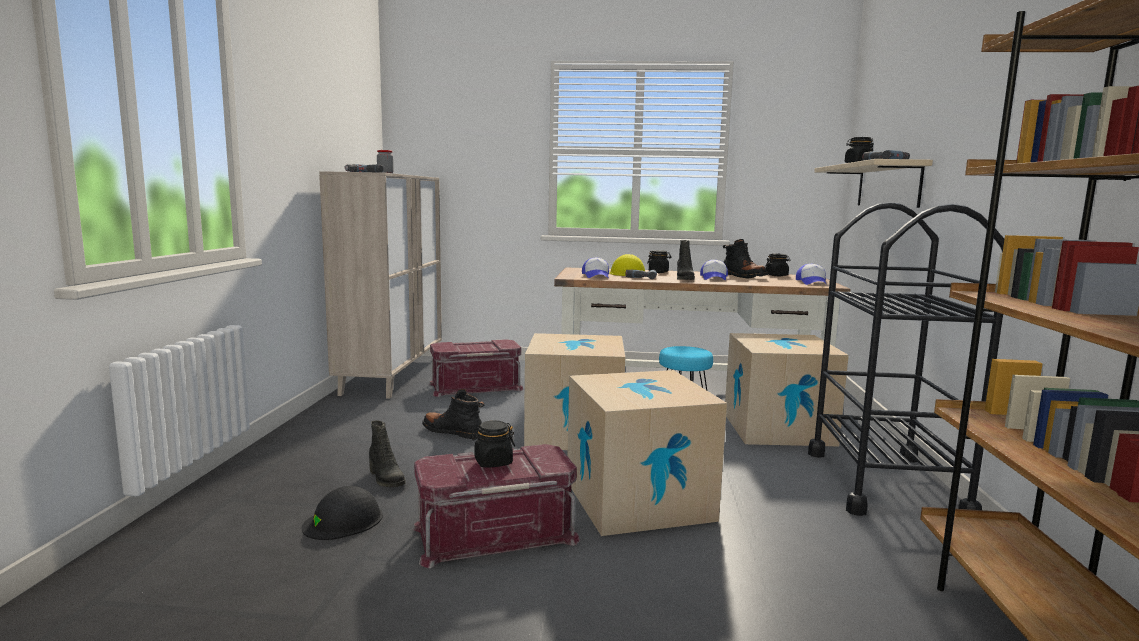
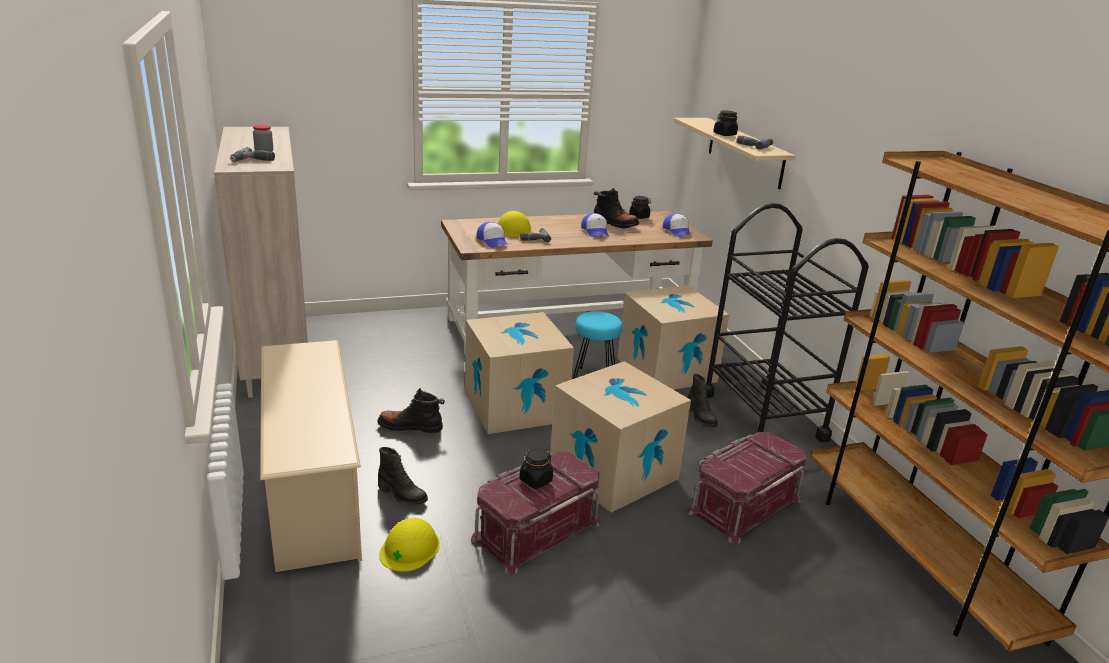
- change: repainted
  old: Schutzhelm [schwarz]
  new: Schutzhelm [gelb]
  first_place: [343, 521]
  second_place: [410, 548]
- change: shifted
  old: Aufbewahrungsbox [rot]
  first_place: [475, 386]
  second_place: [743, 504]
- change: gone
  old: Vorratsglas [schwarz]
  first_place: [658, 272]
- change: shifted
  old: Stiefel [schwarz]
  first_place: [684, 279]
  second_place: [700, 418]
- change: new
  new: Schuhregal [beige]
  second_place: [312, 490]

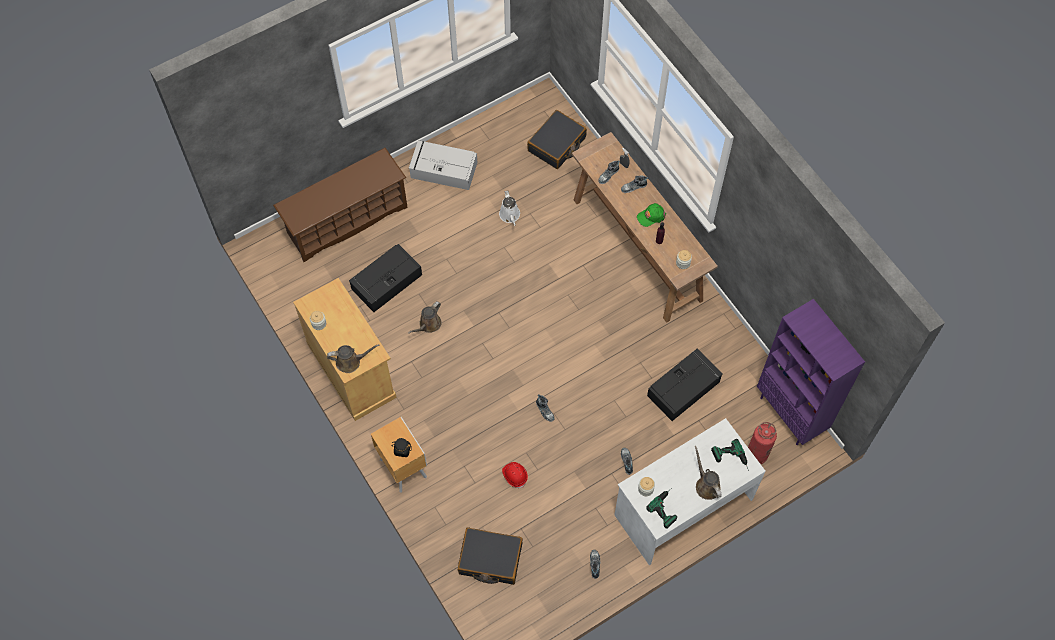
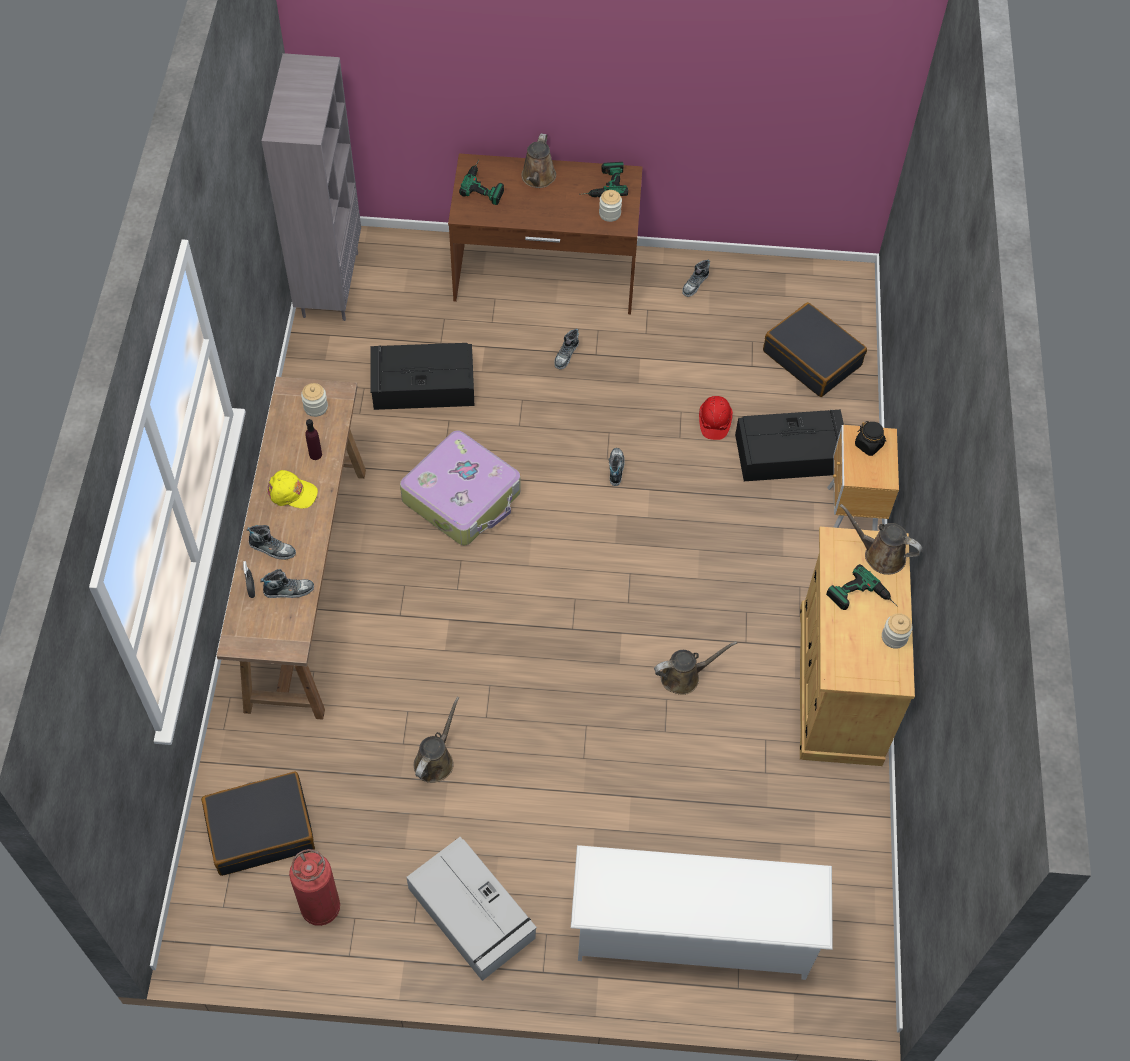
- change: repainted
  old: Schuhregal [braun]
  new: Schuhregal [weiß]
  first_place: [346, 220]
  second_place: [692, 933]
- change: shifted
  old: Aufbewahrungsbox [schwarz]
  first_place: [386, 283]
  second_place: [791, 454]
- change: repainted
  old: Gießkanne [weiß]
  new: Gießkanne [braun]
  first_place: [510, 216]
  second_place: [435, 760]
- change: repainted
  old: Schreibtisch [weiß]
  new: Schreibtisch [braun]
  first_place: [682, 506]
  second_place: [545, 276]
- change: repainted
  old: Kappe [grün]
  new: Kappe [gelb]
  first_place: [651, 216]
  second_place: [292, 493]
- change: shifted
  old: Feuerlöscher
  first_place: [756, 455]
  second_place: [320, 907]
- change: repainted
  old: Bücherregal [lila]
  new: Bücherregal [grau]
  first_place: [791, 414]
  second_place: [329, 284]
- change: new
  new: Koffer
  second_place: [463, 497]
- change: new
  new: Bohrmaschine
  second_place: [863, 599]

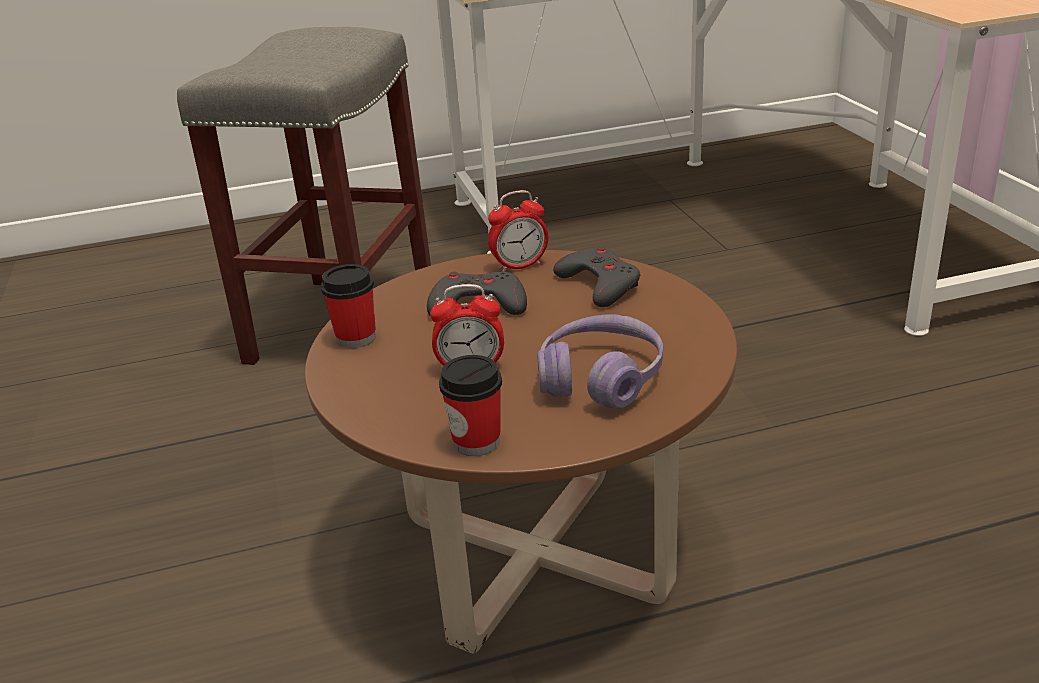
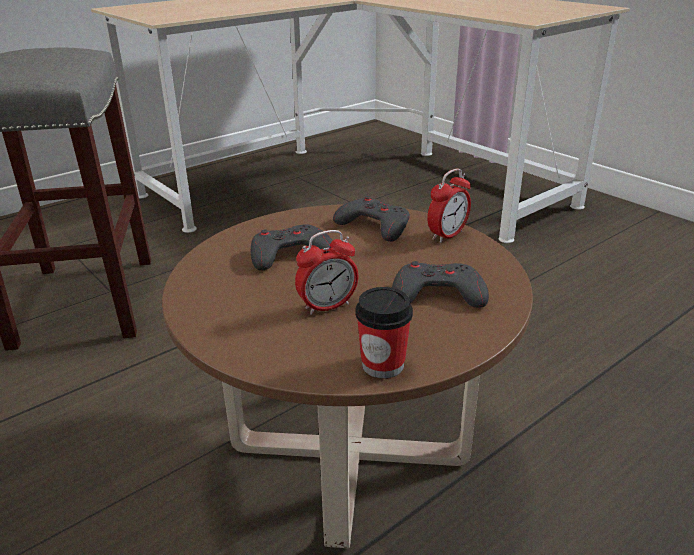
- change: gone
  old: Tasse
  first_place: [356, 338]
- change: shifted
  old: Wecker
  first_place: [520, 266]
  second_place: [447, 235]
- change: swapped
  old: Kopfhörer [lila]
  new: Gamepad [grau]
  first_place: [600, 378]
  second_place: [437, 294]

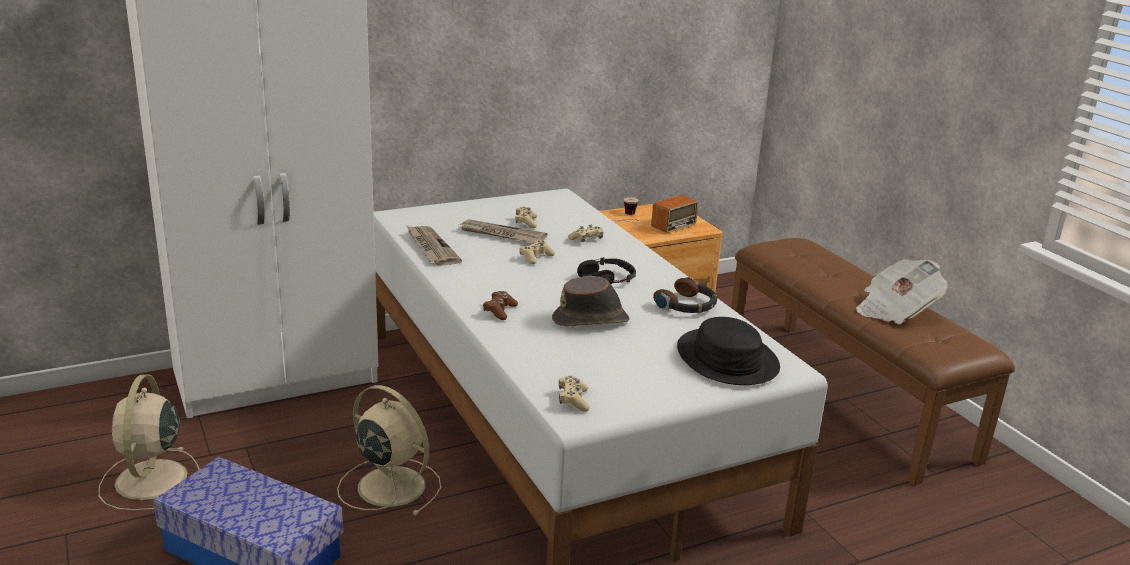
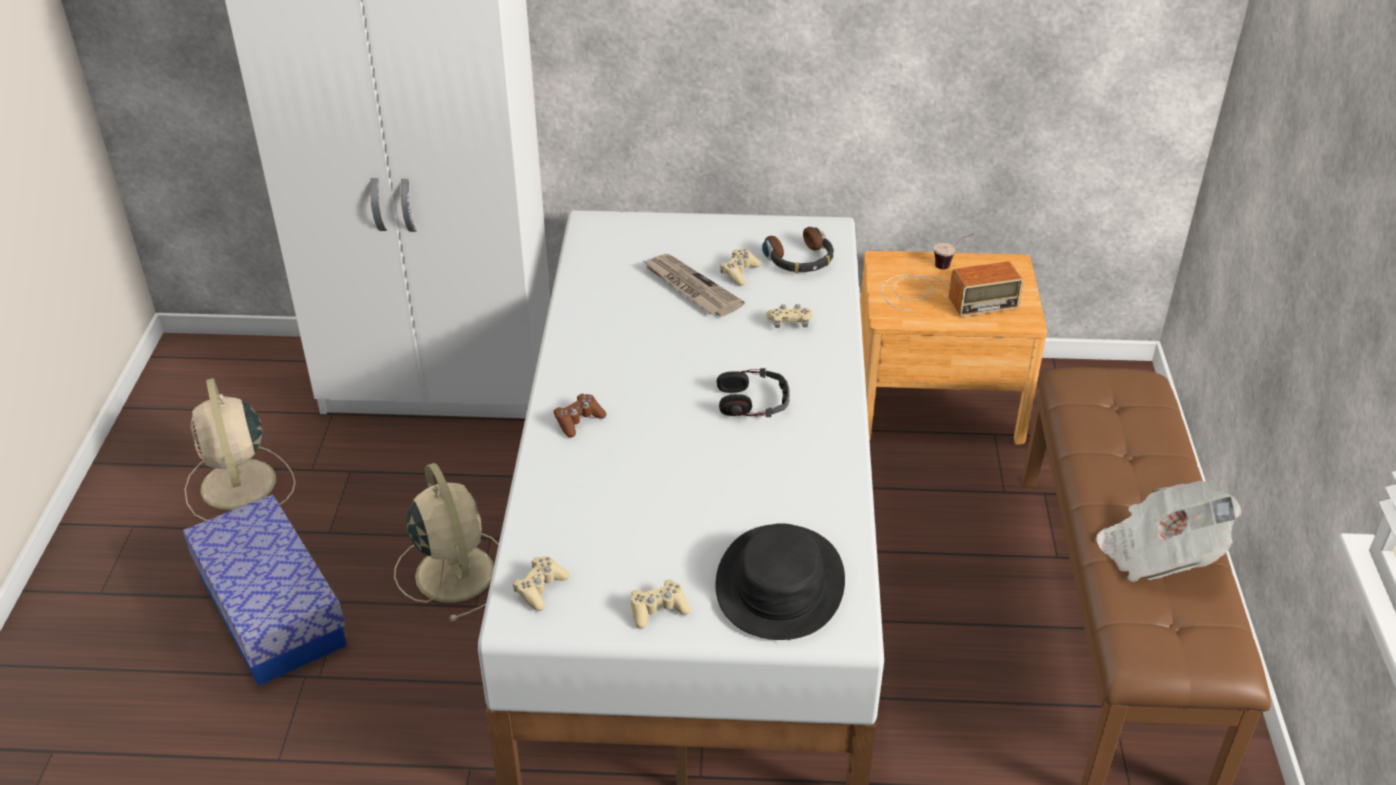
- change: rotated
  old: Ventilator [beige]
  first_place: [150, 481]
  second_place: [239, 486]
  degrees: -45
- change: gone
  old: Zeitung
  first_place: [431, 248]
- change: shifted
  old: Gamepad [beige]
  first_place: [536, 257]
  second_place: [658, 610]
- change: gone
  old: Hut [braun]
  first_place: [591, 320]
- change: shifted
  old: Kopfhörer
  first_place: [687, 305]
  second_place: [800, 260]

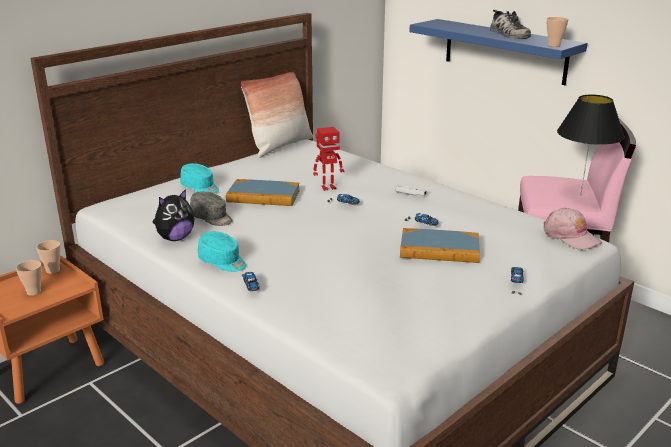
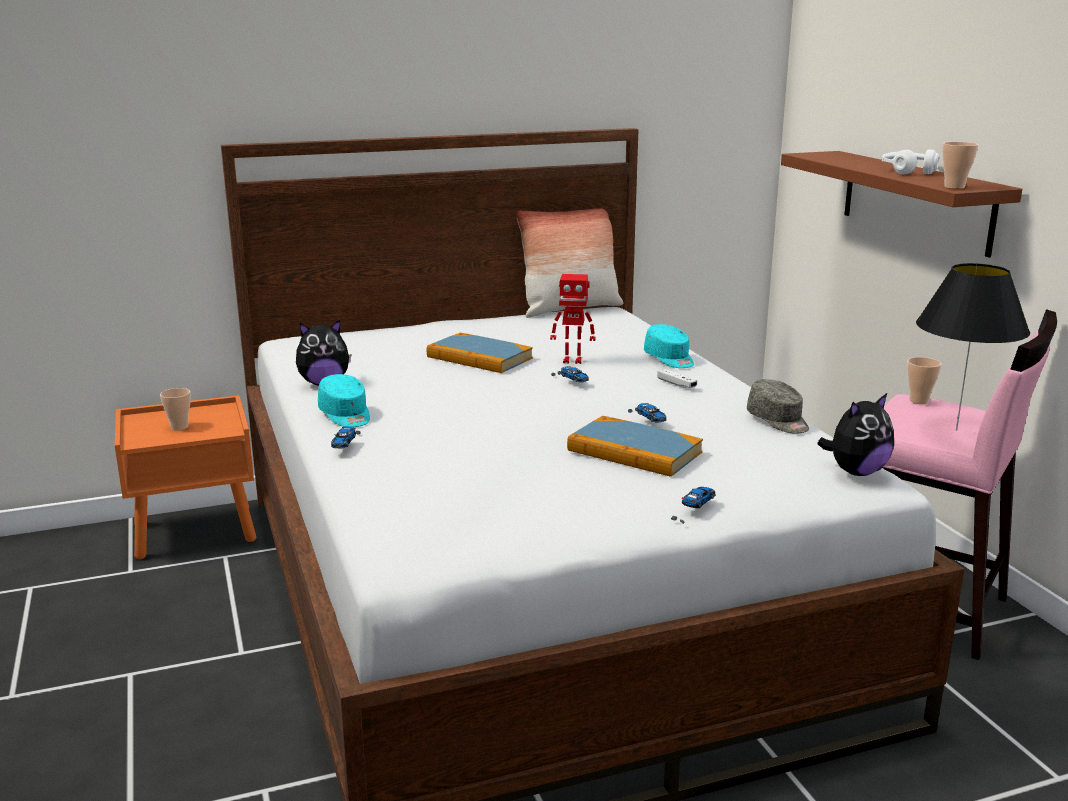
- change: shifted
  old: Tasse
  first_place: [53, 270]
  second_place: [919, 401]
- change: shifted
  old: Kappe [türkis]
  first_place: [200, 187]
  second_place: [669, 359]
- change: shifted
  old: Kappe [grau]
  first_place: [212, 218]
  second_place: [778, 421]
- change: repainted
  old: Wandregal [blau]
  new: Wandregal [braun]
  first_place: [504, 51]
  second_place: [916, 201]
- change: swapped
  old: Schuh
  new: Kopfhörer [weiß]
  first_place: [507, 34]
  second_place: [908, 171]
- change: swapped
  old: Kappe [rosa]
  new: Plüschtier
  first_place: [570, 236]
  second_place: [856, 472]

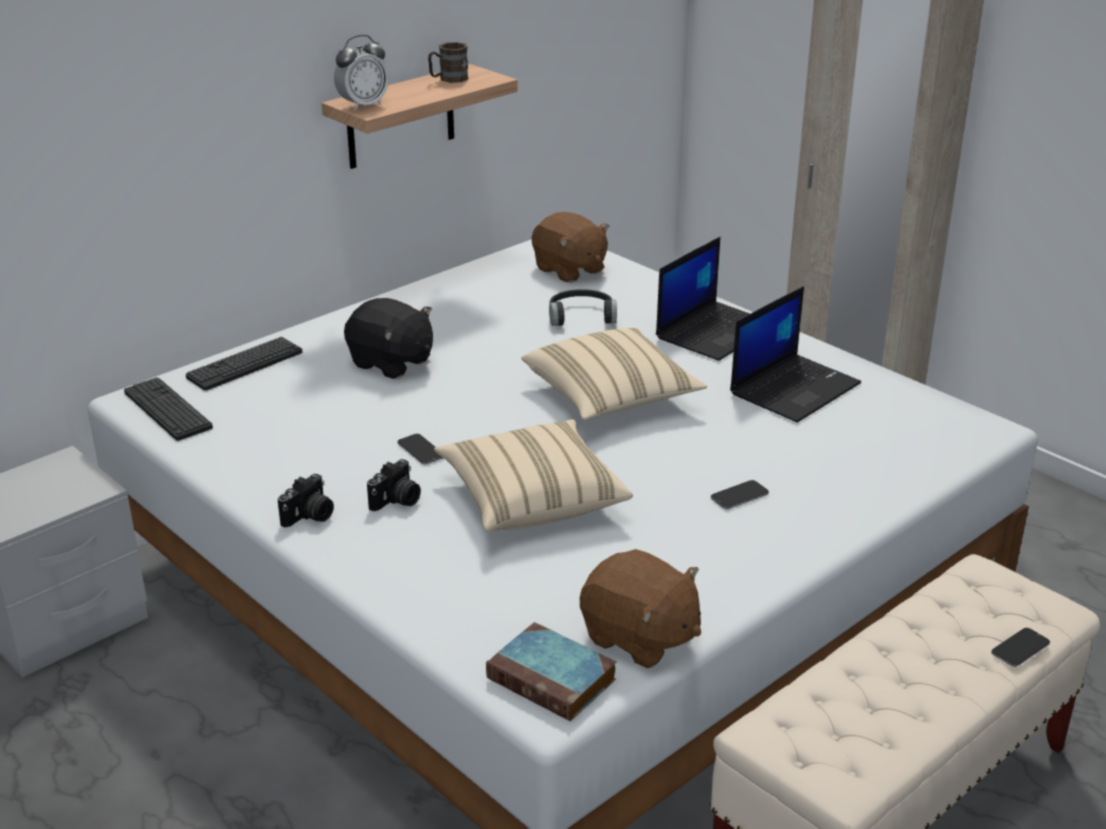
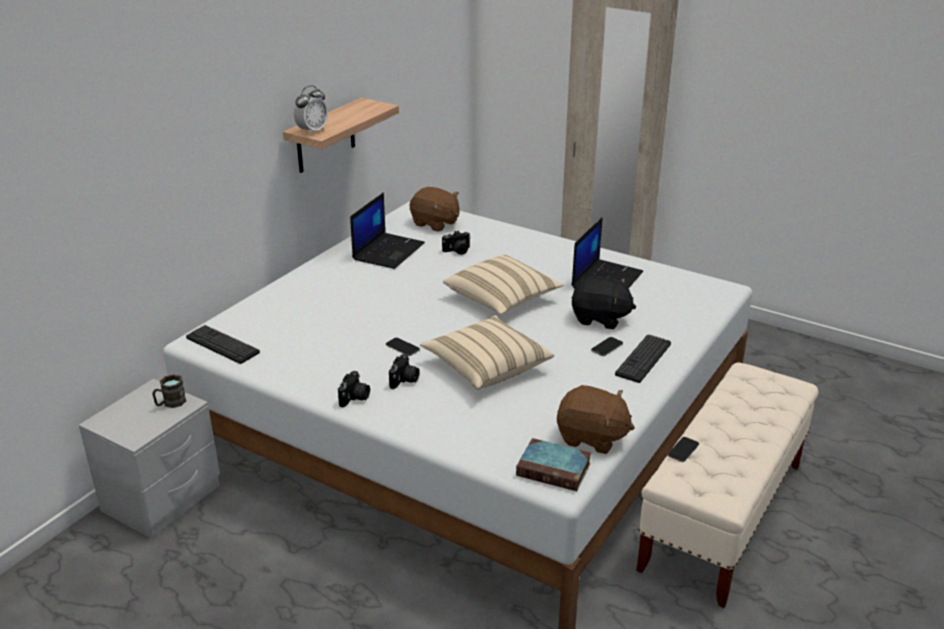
- change: shifted
  old: Tastatur
  first_place: [245, 365]
  second_place: [643, 359]
- change: shifted
  old: Plüschtier [schwarz]
  first_place: [391, 363]
  second_place: [600, 318]
- change: shifted
  old: Henkelbecher [braun]
  first_place: [448, 79]
  second_place: [170, 403]
- change: swapped
  old: Kopfhörer [schwarz]
  new: Kamera
  first_place: [581, 315]
  second_place: [457, 251]
- change: shifted
  old: Laptop
  first_place: [715, 331]
  second_place: [388, 251]
- change: shifted
  old: Handy
  first_place: [1020, 648]
  second_place: [683, 450]

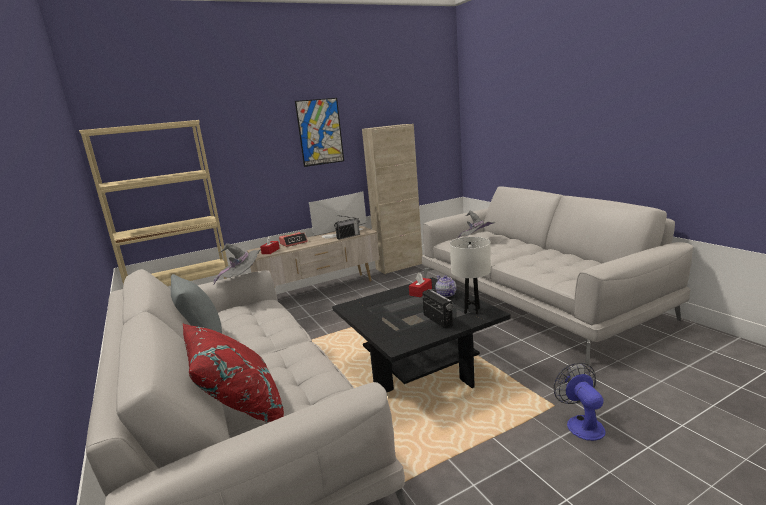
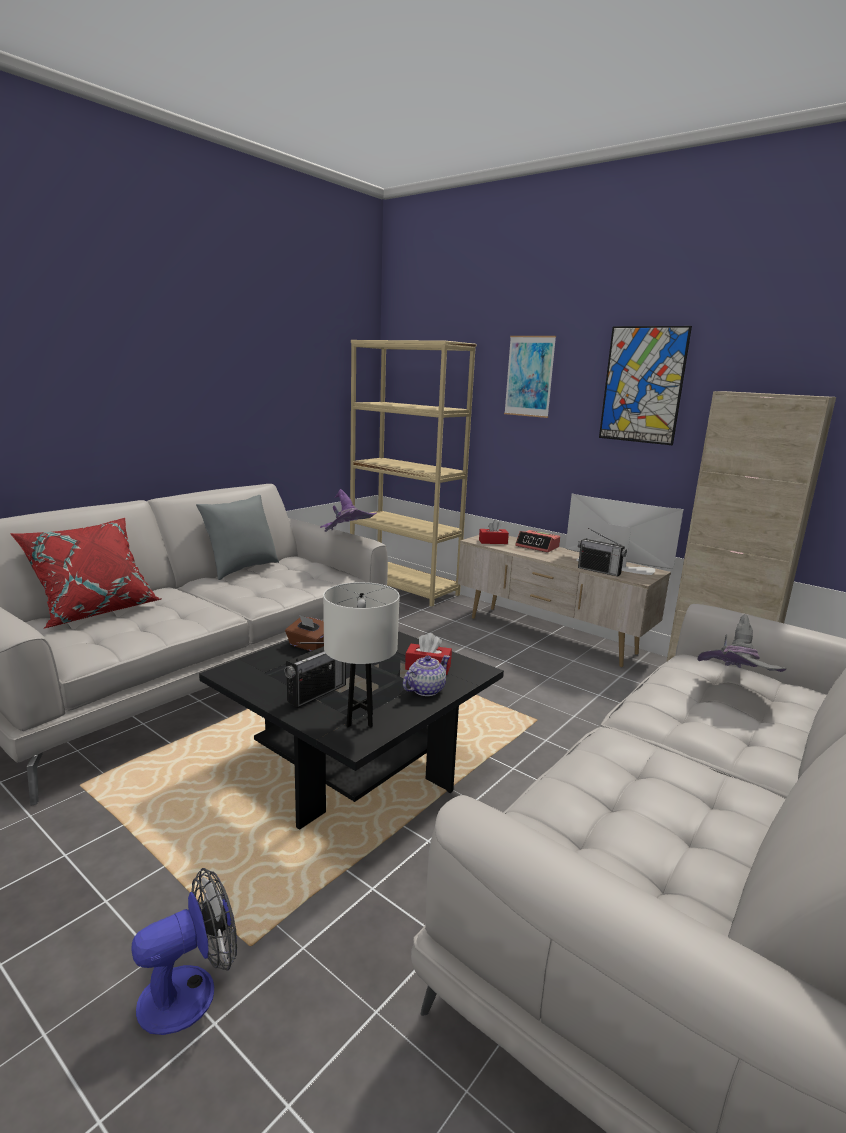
- change: repainted
  old: Hut [grau]
  new: Hut [lila]
  first_place: [243, 278]
  second_place: [347, 538]
- change: new
  new: Taschentuchbox [braun]
  second_place: [309, 646]
- change: new
  new: Bild
  second_place: [529, 376]

